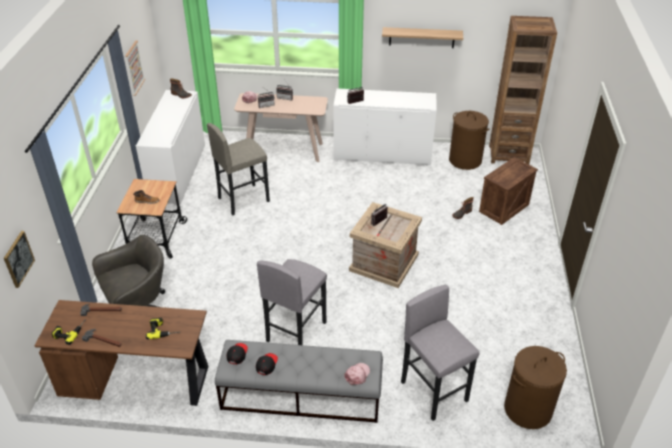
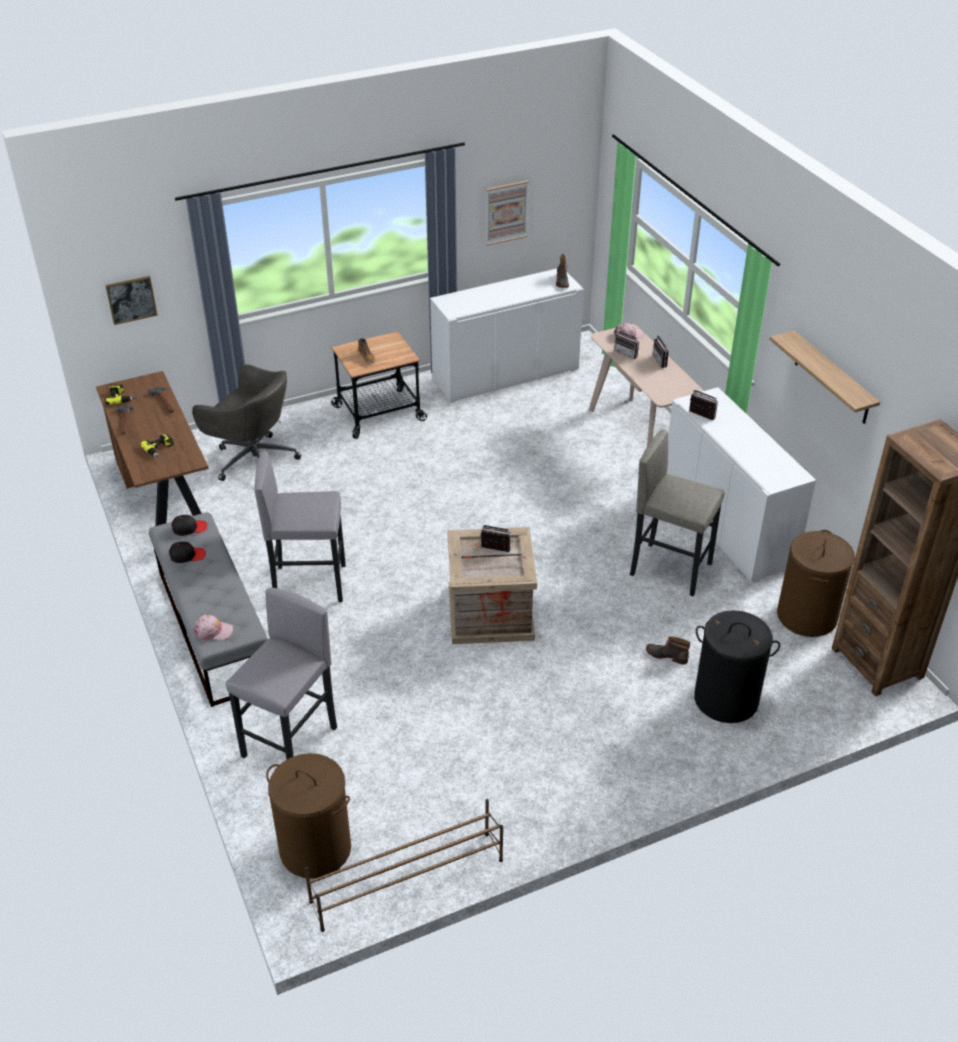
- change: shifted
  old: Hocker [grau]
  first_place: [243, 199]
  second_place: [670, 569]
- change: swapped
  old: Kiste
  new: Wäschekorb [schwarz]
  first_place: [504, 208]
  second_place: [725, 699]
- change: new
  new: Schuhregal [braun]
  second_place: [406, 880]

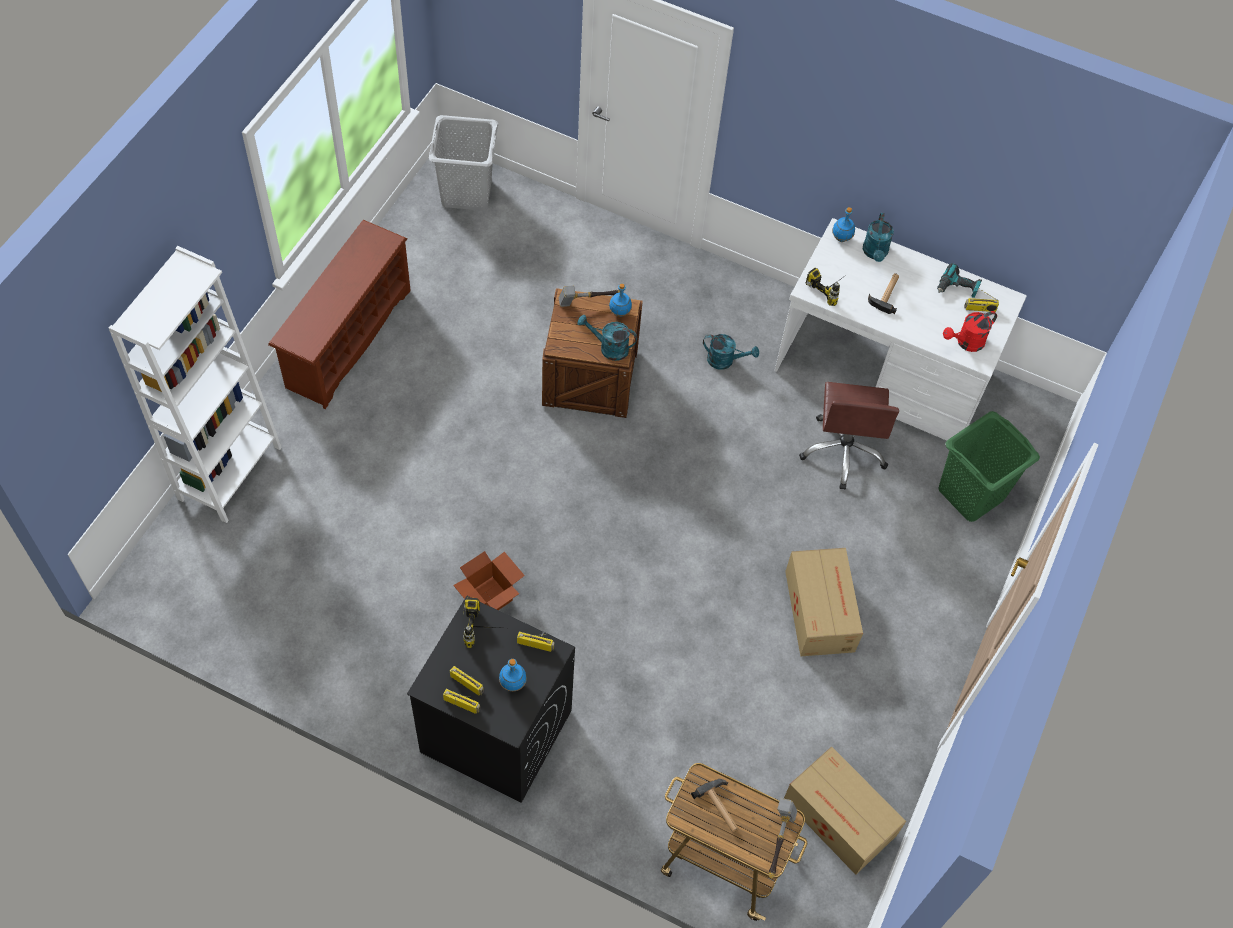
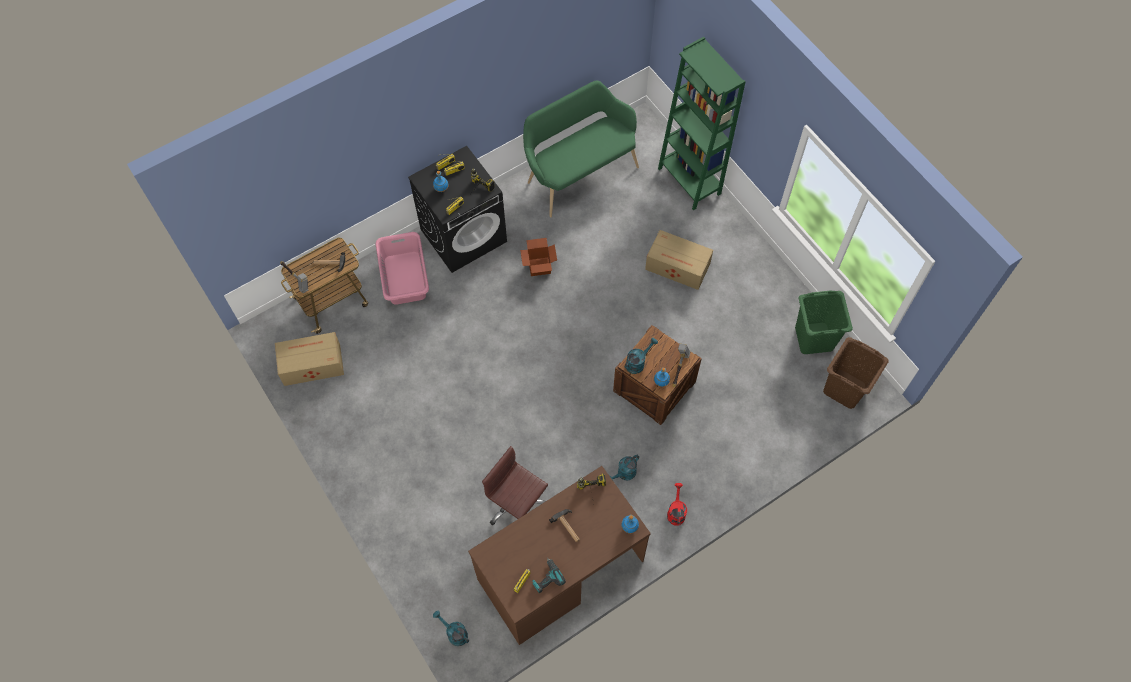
- change: repainted
  old: Bücherregal [weiß]
  new: Bücherregal [grün]
  first_place: [230, 473]
  second_place: [689, 181]
- change: gone
  old: Schuhregal [braun]
  first_place: [347, 338]
- change: repainted
  old: Wäschekorb [grau]
  new: Wäschekorb [braun]
  first_place: [467, 193]
  second_place: [844, 389]
- change: repainted
  old: Schreibtisch [weiß]
  new: Schreibtisch [braun]
  first_place: [883, 373]
  second_place: [559, 569]
- change: shifted
  old: Karton
  first_place: [820, 609]
  second_place: [678, 267]
- change: shifted
  old: Gießkanne [türkis]
  first_place: [875, 253]
  second_place: [454, 633]
- change: shifted
  old: Wäschekorb [grün]
  first_place: [971, 494]
  second_place: [813, 338]
- change: shifted
  old: Gießkanne [rot]
  first_place: [966, 343]
  second_place: [676, 511]
- change: new
  new: Wäschekorb [rosa]
  second_place: [405, 277]
- change: new
  new: Bank [grün]
  second_place: [579, 172]

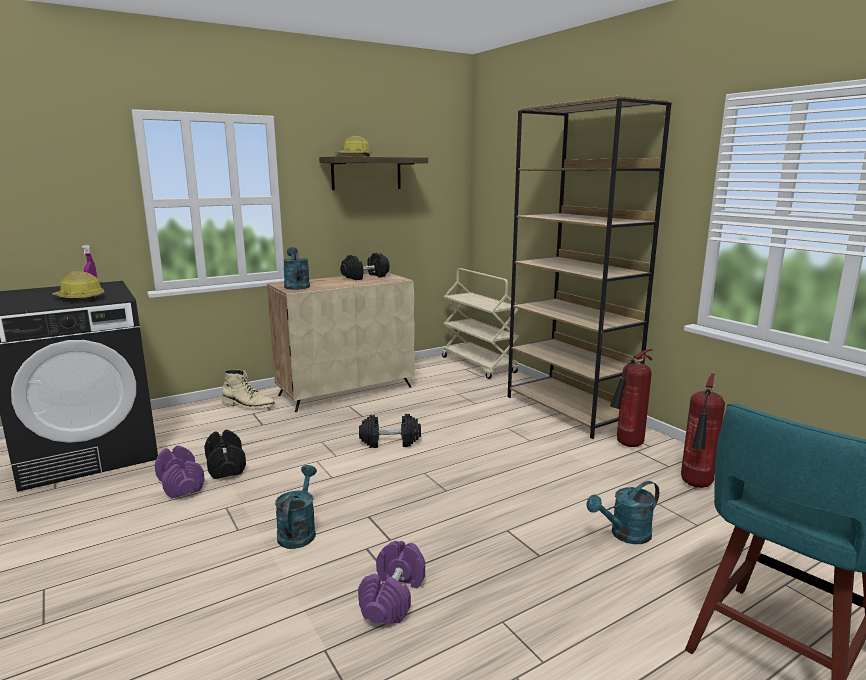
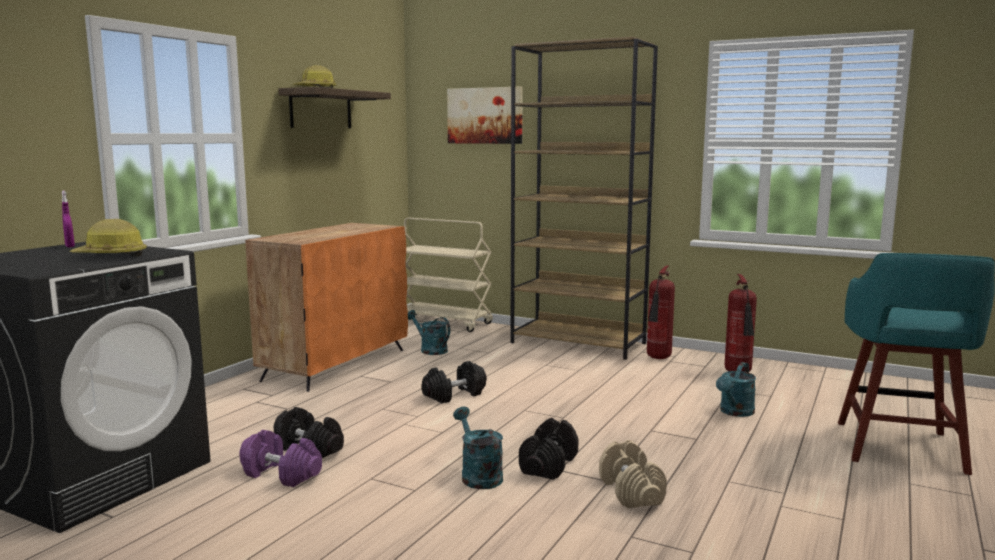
- change: gone
  old: Stiefel [beige]
  first_place: [248, 405]
- change: repainted
  old: Schrank [beige]
  new: Schrank [orange]
  first_place: [346, 390]
  second_place: [336, 364]
- change: shifted
  old: Gießkanne [türkis]
  first_place: [296, 286]
  second_place: [430, 350]
- change: shifted
  old: Hantel [schwarz]
  first_place: [365, 277]
  second_place: [549, 465]
- change: repainted
  old: Hantel [lila]
  new: Hantel [beige]
  first_place: [392, 596]
  second_place: [630, 491]
- change: new
  new: Bild
  second_place: [485, 115]

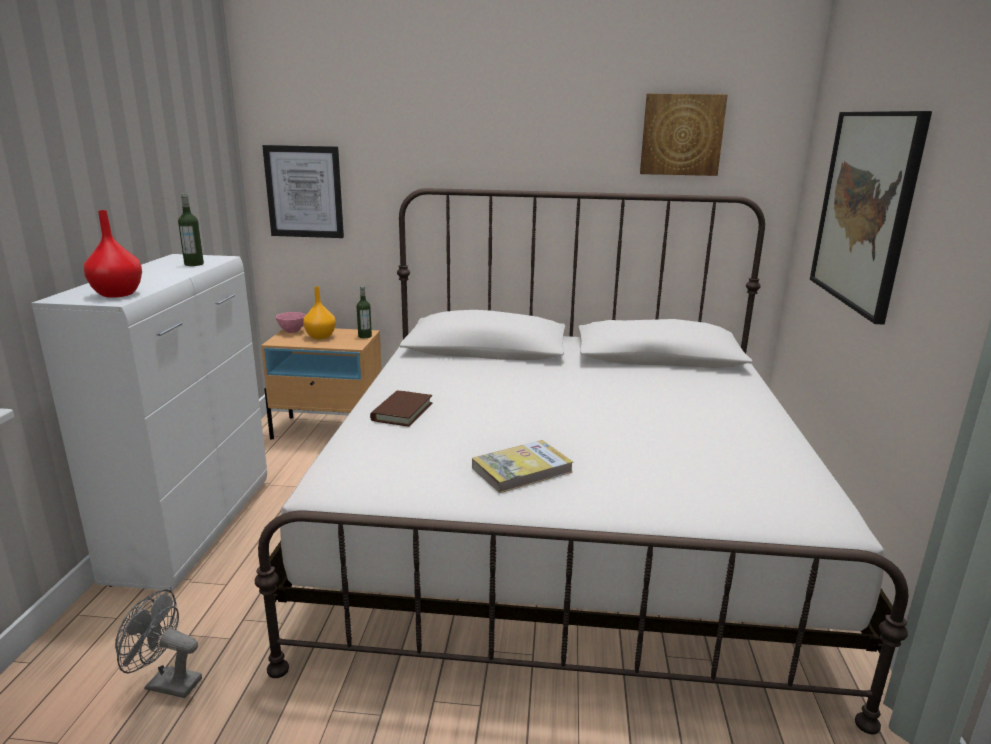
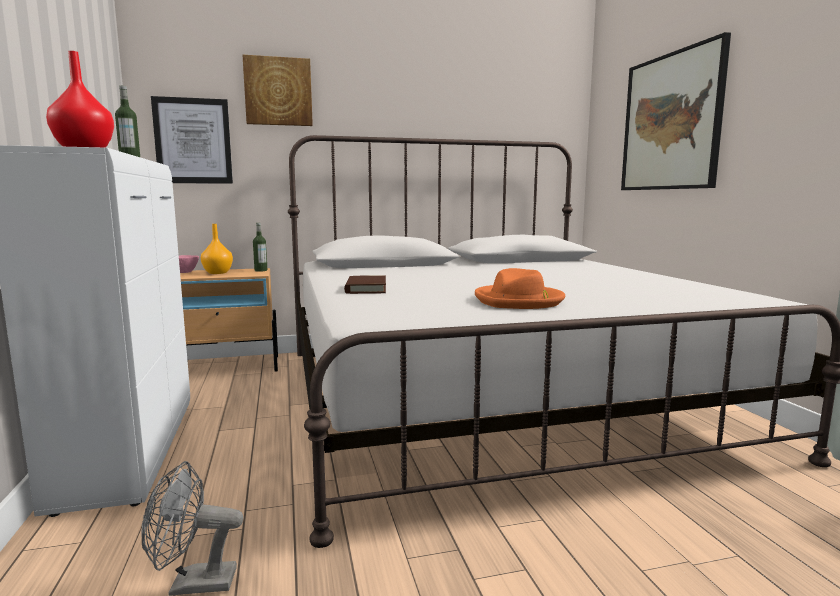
- change: swapped
  old: Buch
  new: Hut [orange]
  first_place: [522, 470]
  second_place: [519, 301]
- change: shifted
  old: Bild
  first_place: [681, 135]
  second_place: [278, 92]

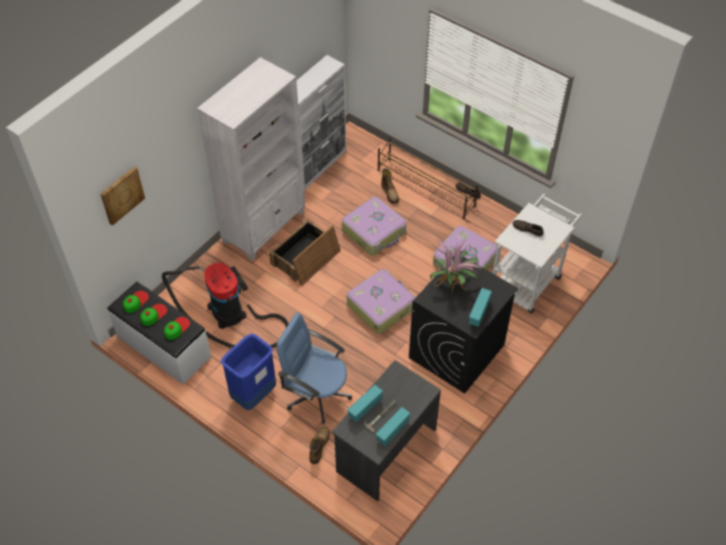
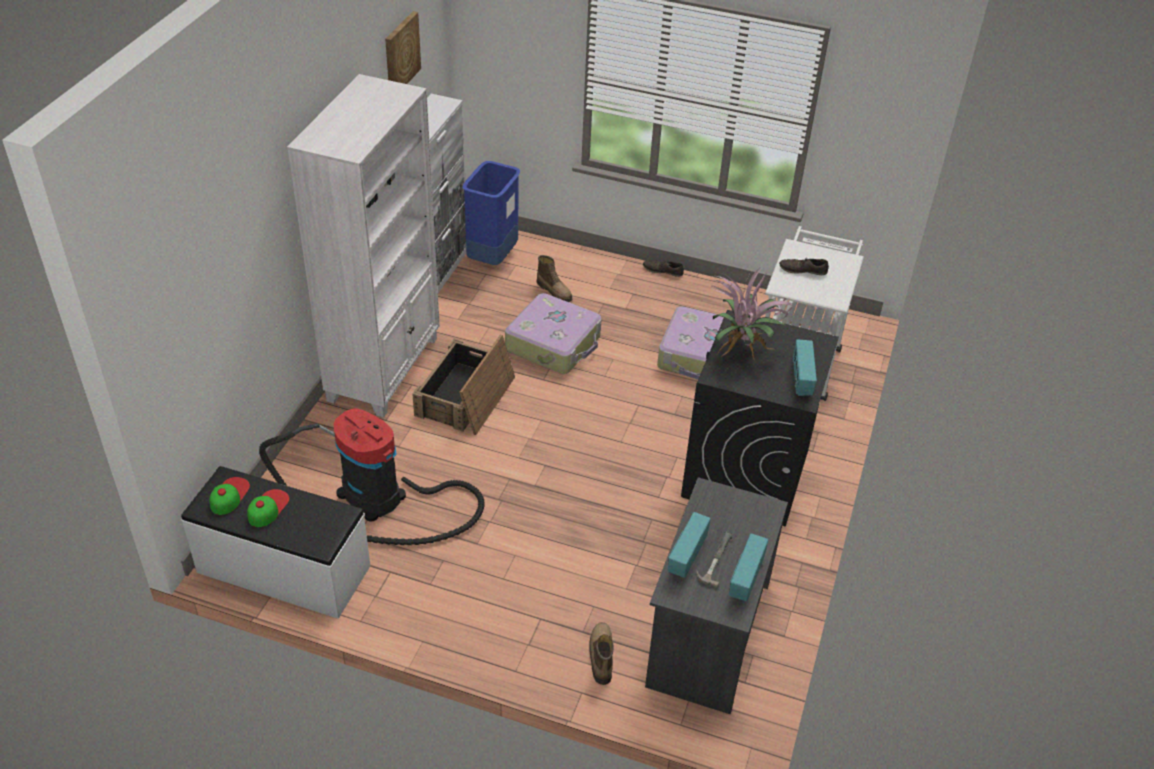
- change: shifted
  old: Bild
  first_place: [121, 195]
  second_place: [401, 53]
- change: gone
  old: Kappe
  first_place: [176, 328]
- change: shifted
  old: Mülleimer [blau]
  first_place: [253, 394]
  second_place: [492, 257]
- change: gone
  old: Bürostuhl [blau]
  first_place: [317, 394]
- change: gone
  old: Koffer
  first_place: [381, 306]
- change: gone
  old: Schuhregal [braun]
  first_place: [426, 188]

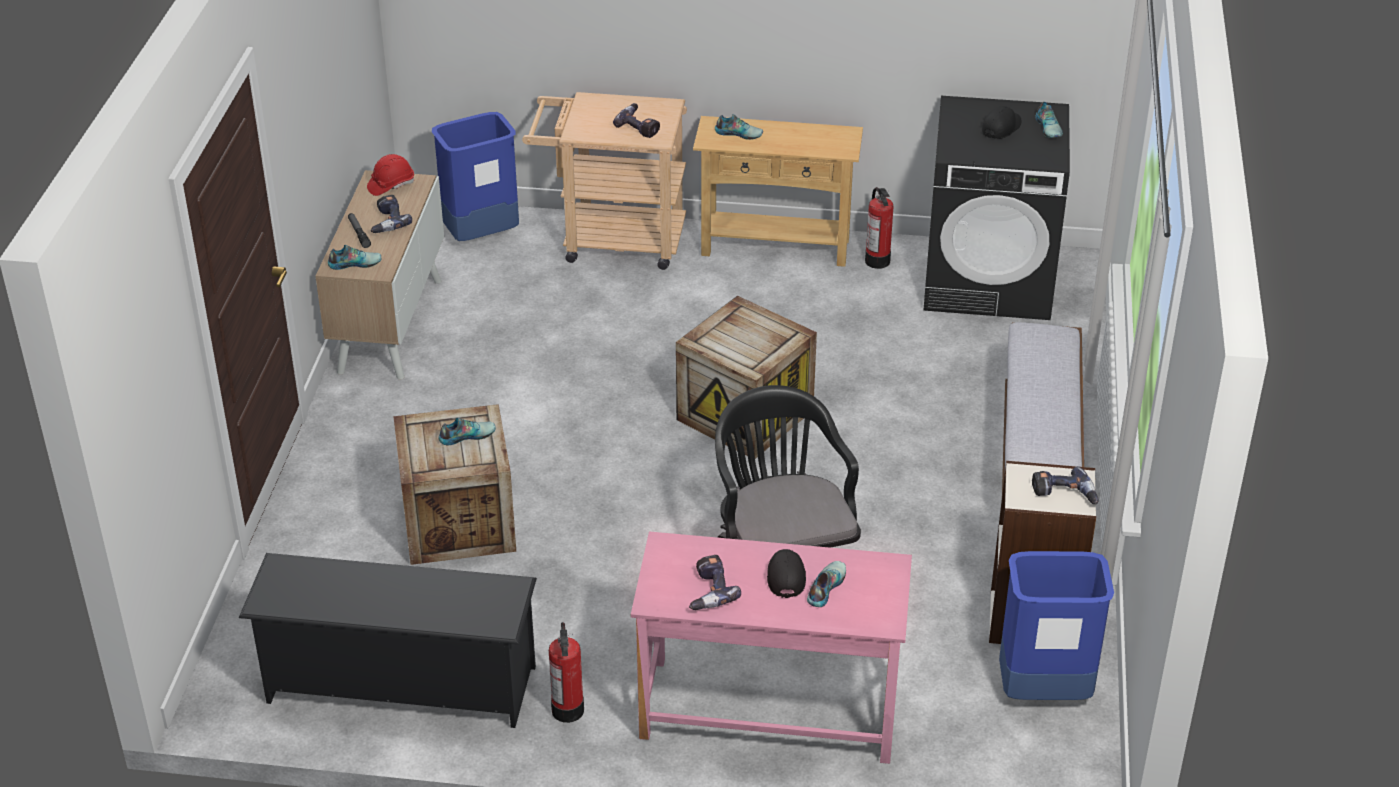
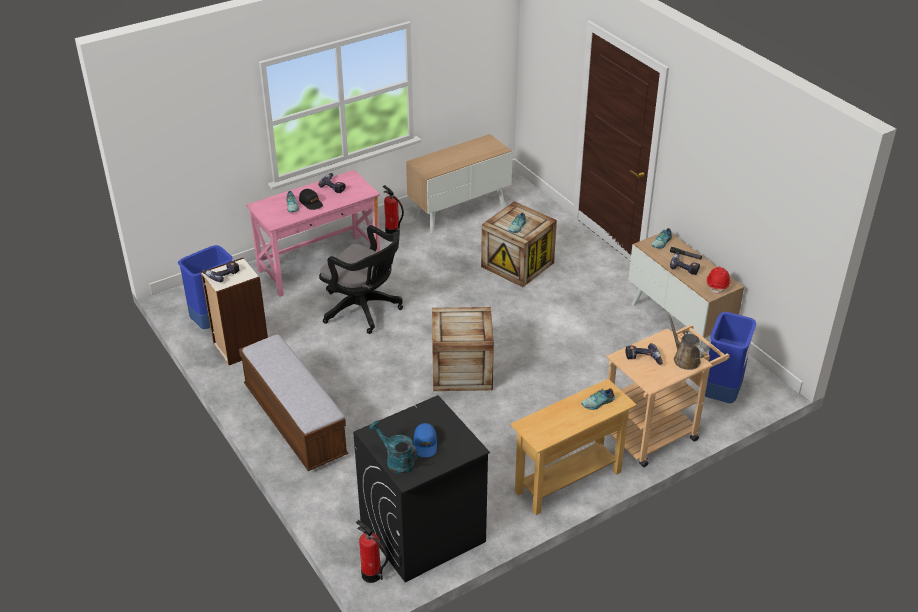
- change: swapped
  old: Schuhregal [schwarz]
  new: Schrank
  first_place: [400, 684]
  second_place: [459, 211]
- change: shifted
  old: Feuerlöscher
  first_place: [877, 261]
  second_place: [371, 575]
- change: repainted
  old: Kappe [schwarz]
  new: Kappe [blau]
  first_place: [1001, 127]
  second_place: [425, 444]
- change: swapped
  old: Schuh
  new: Gießkanne [türkis]
  first_place: [1049, 127]
  second_place: [396, 461]
- change: new
  new: Gießkanne [braun]
  second_place: [684, 359]

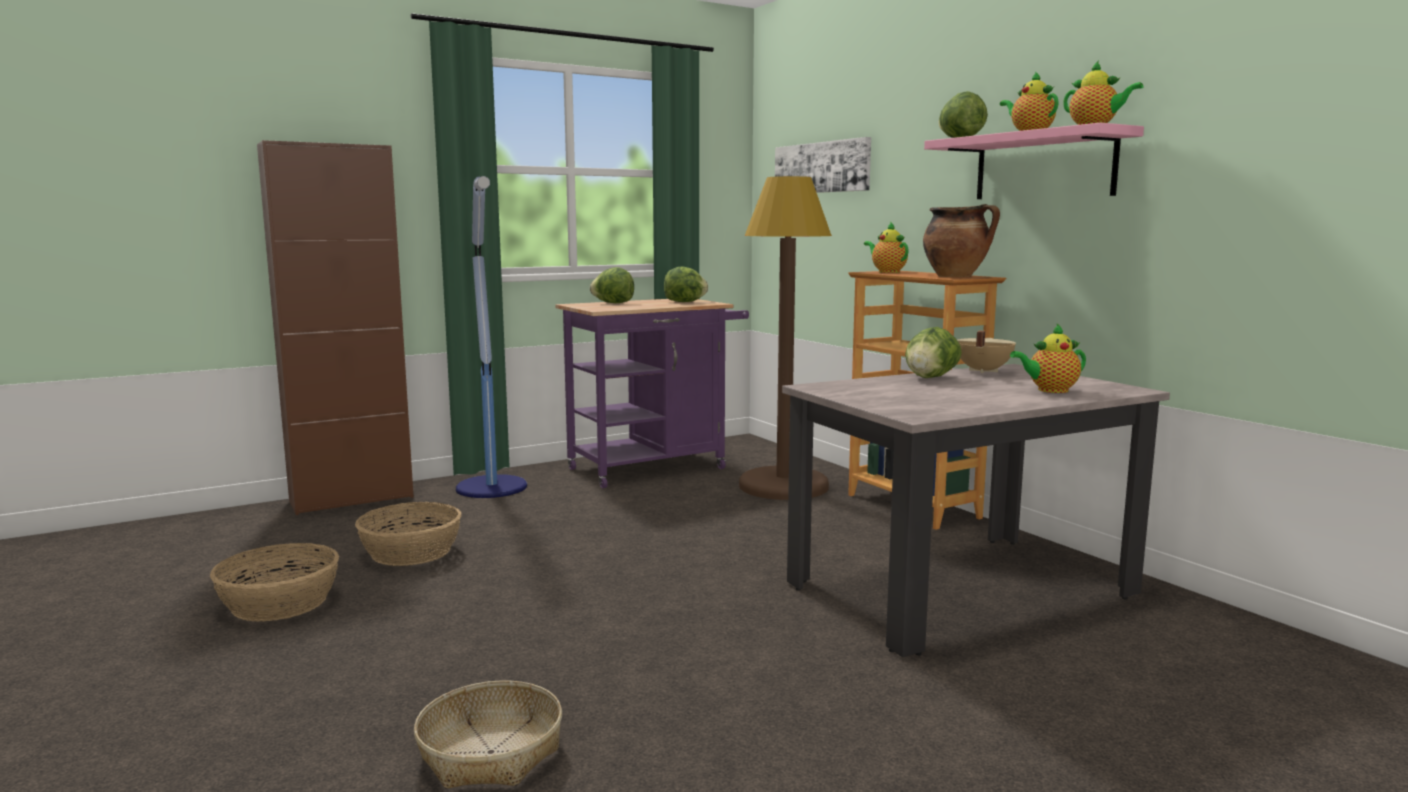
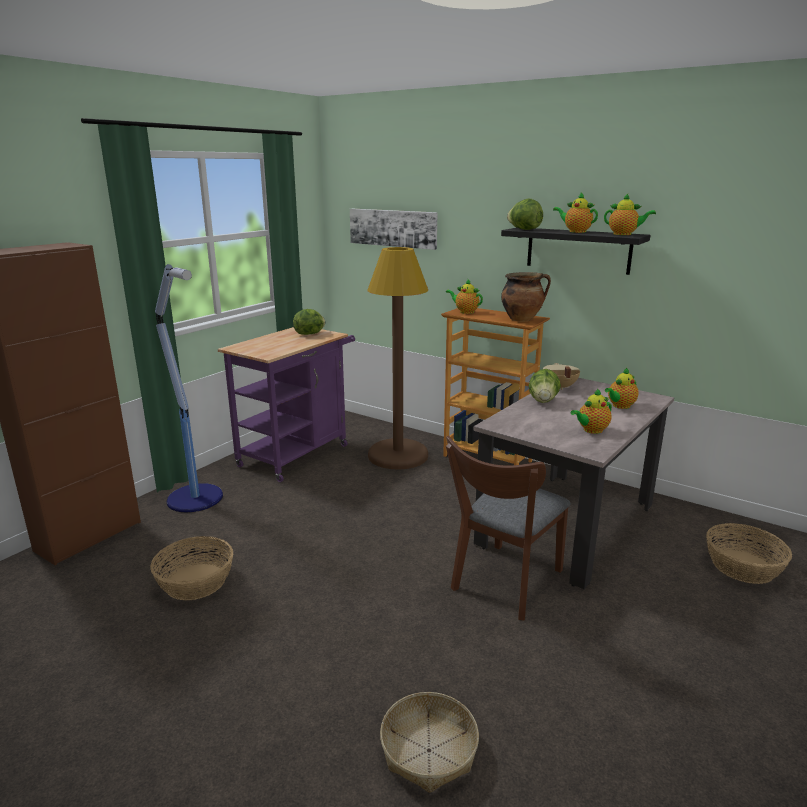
- change: shifted
  old: Korb
  first_place: [280, 603]
  second_place: [743, 566]
- change: gone
  old: Salatkopf
  first_place: [613, 303]
- change: repainted
  old: Wandregal [rosa]
  new: Wandregal [schwarz]
  first_place: [1043, 166]
  second_place: [578, 250]
- change: new
  new: Stuhl [braun]
  second_place: [503, 584]
- change: new
  new: Teekanne
  second_place: [591, 430]

